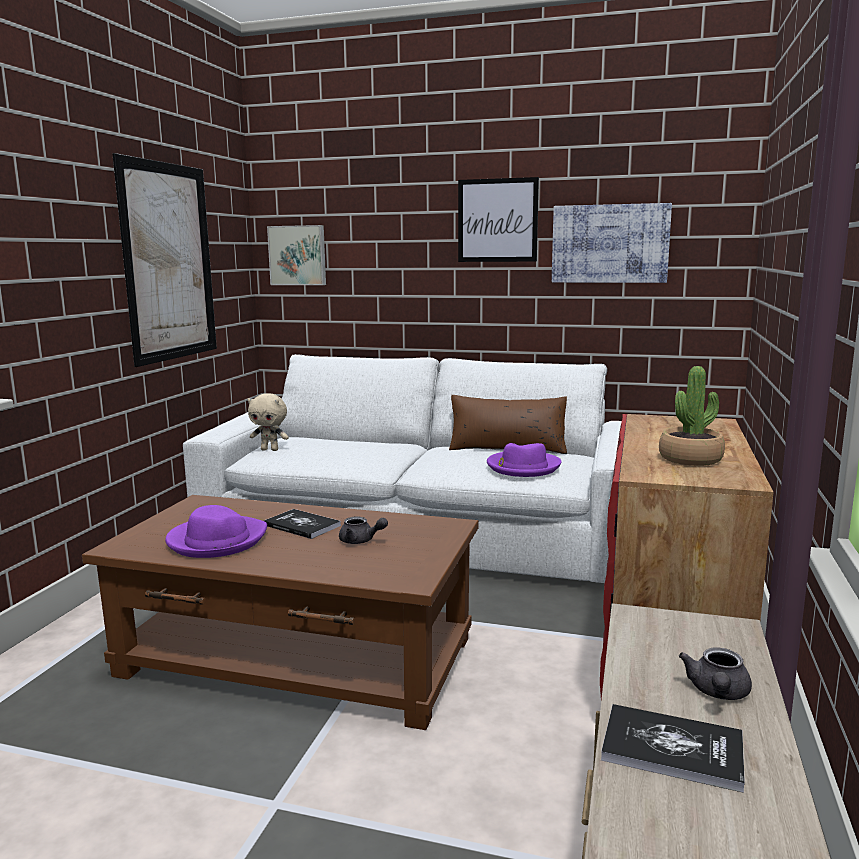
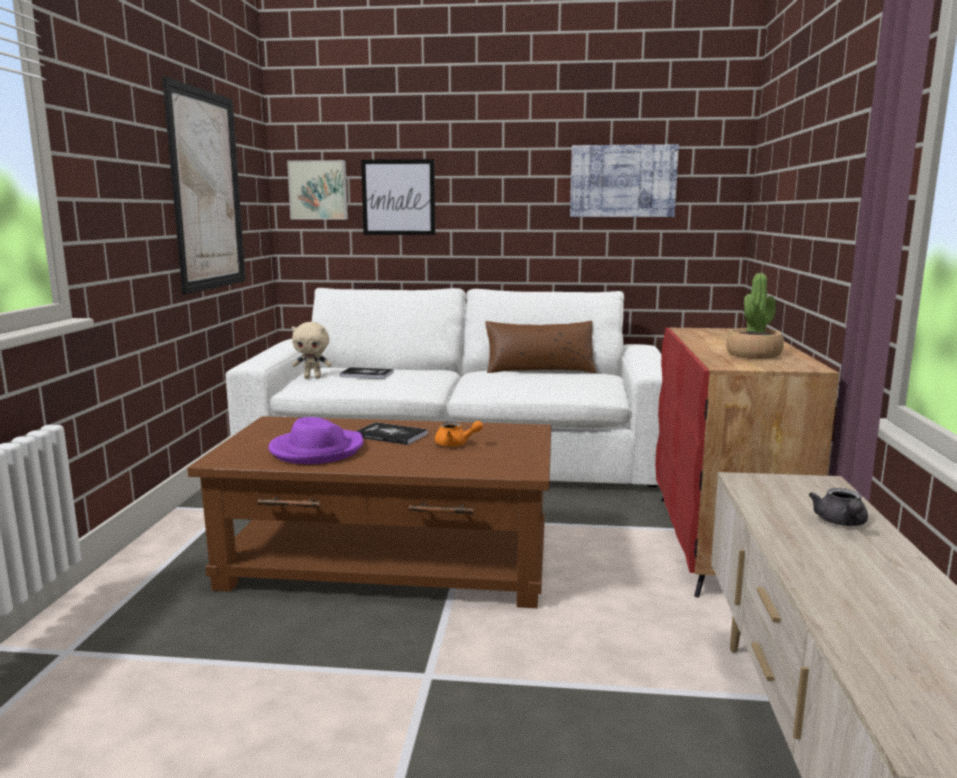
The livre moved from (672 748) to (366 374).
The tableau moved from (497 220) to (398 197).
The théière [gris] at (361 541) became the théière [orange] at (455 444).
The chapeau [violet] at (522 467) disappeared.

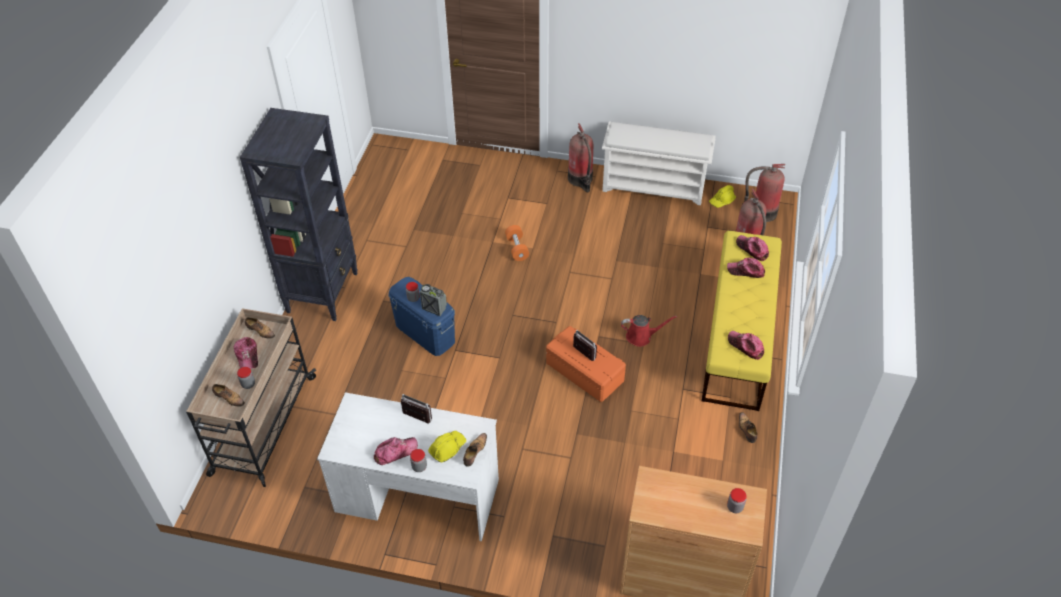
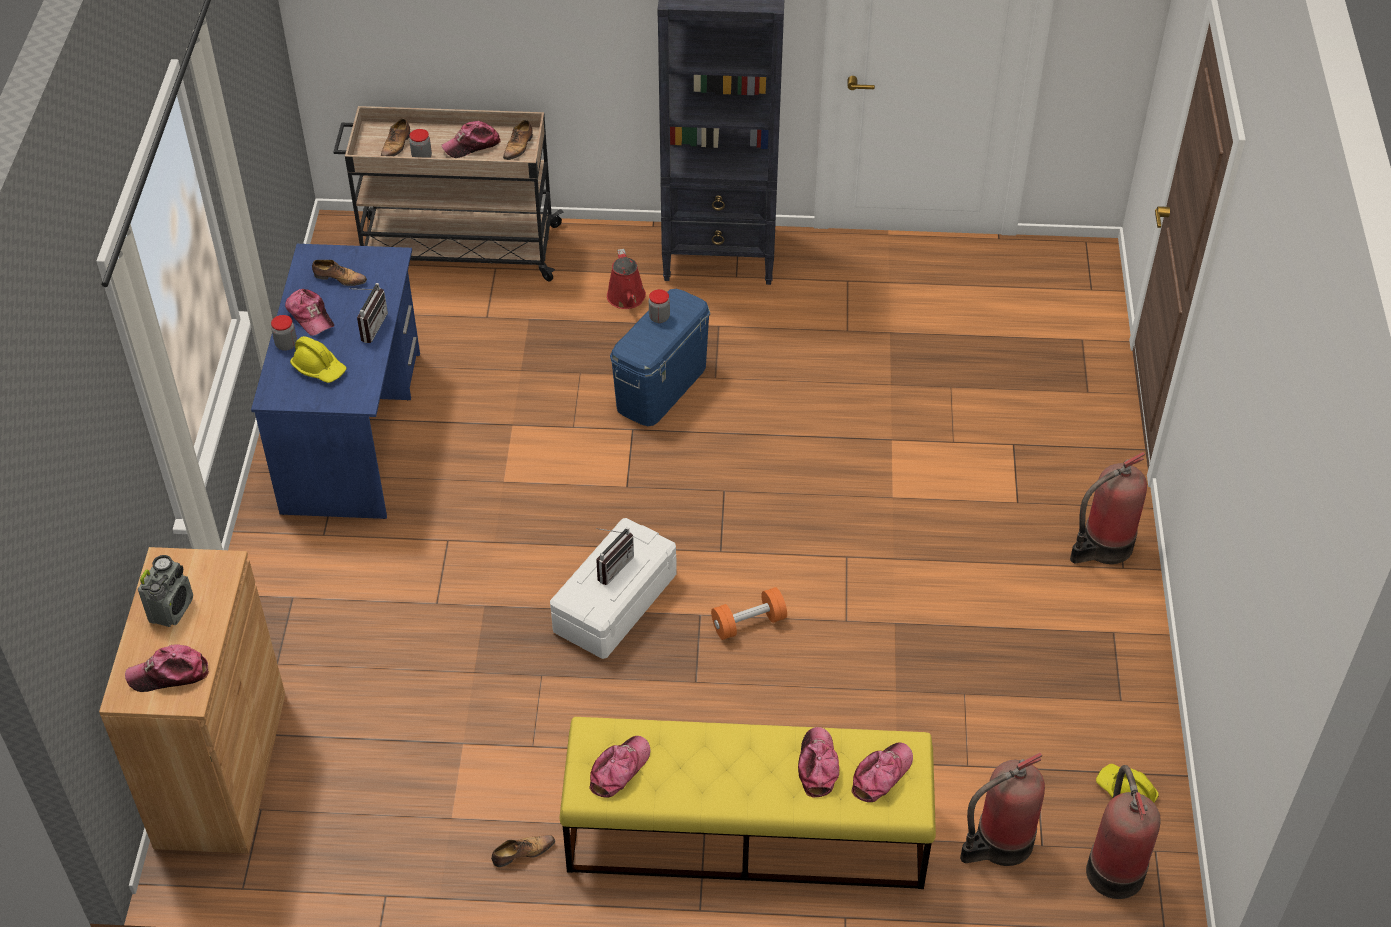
The bocal at (735 507) was replaced by the casquette at (169 674).
The radio moved from (434 308) to (172 609).
The bureau [blanc] at (417 495) became the bureau [bleu] at (353 431).
The chaussure moved from (474 452) to (339 278).
The boîte de rangement [orange] at (583 372) became the boîte de rangement [blanc] at (614 602).
The arrosoir [rouge] moved from (641 336) to (627 298).
The haltère [orange] moved from (517 248) to (748 623).
The étagère à chaussures [blanc] at (654 186) disappeared.

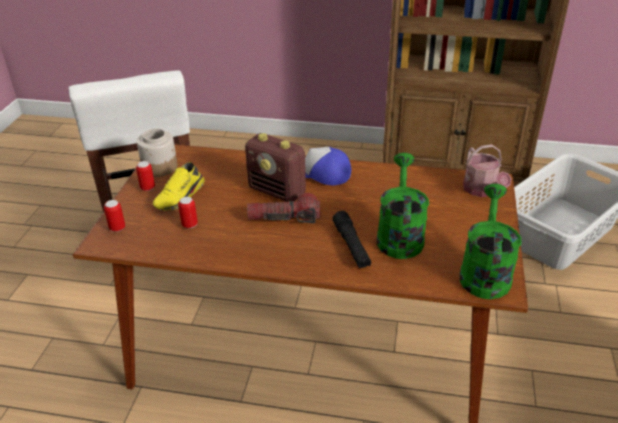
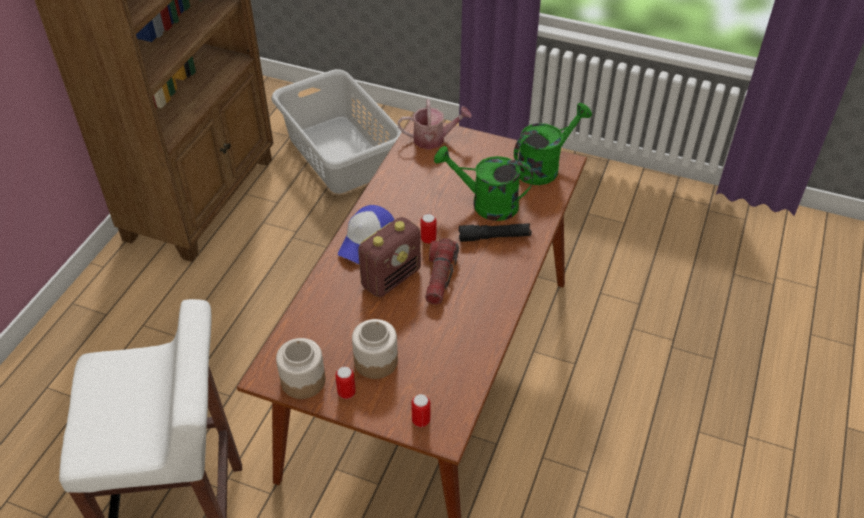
The chaussure [jaune] at (181 197) was replaced by the bocal at (376 361).
The boîte métallique moved from (189 225) to (428 239).
The arrosoir [vert] at (484 272) turned 120 degrees clockwise.

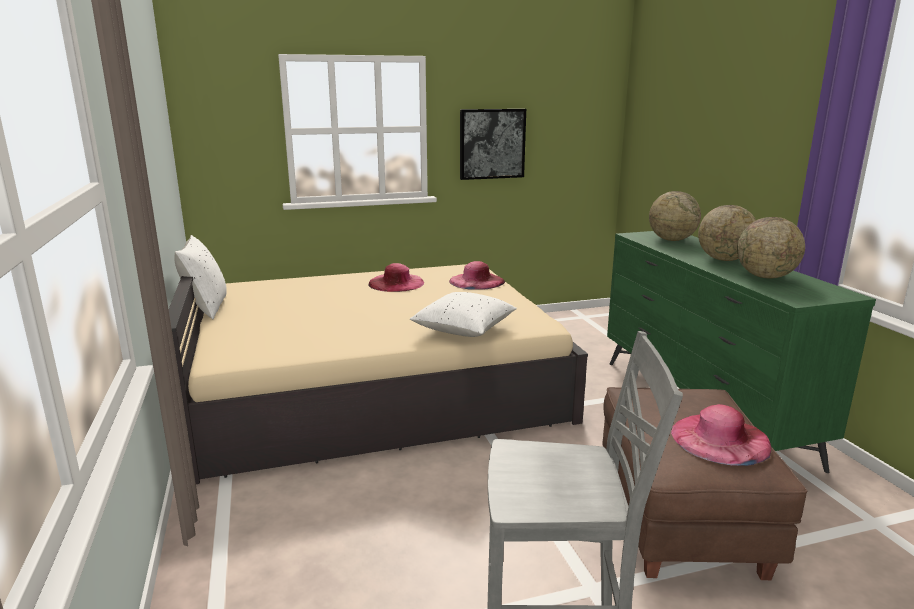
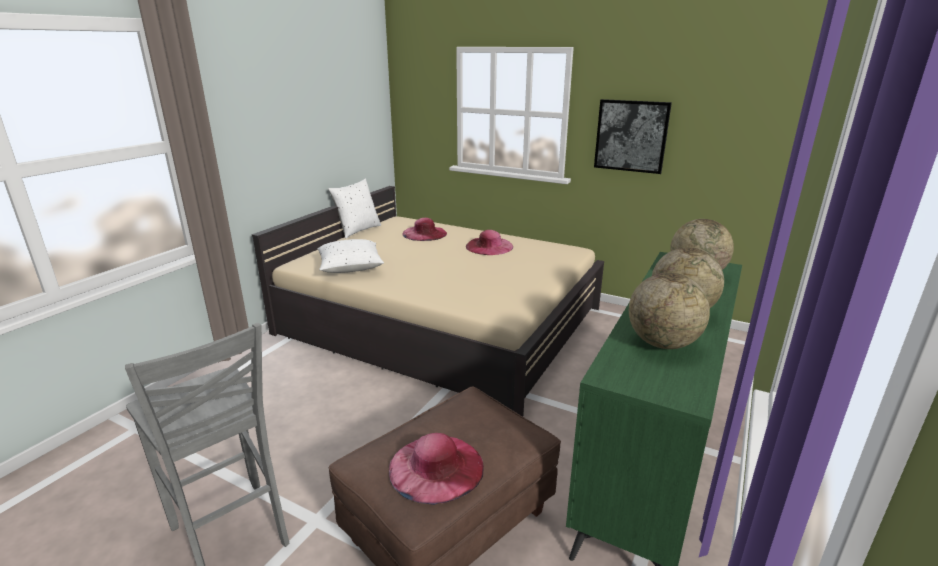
The coussin [blanc] moved from (464 330) to (350 268).
The chapeau [rose] moved from (476 281) to (424 233).

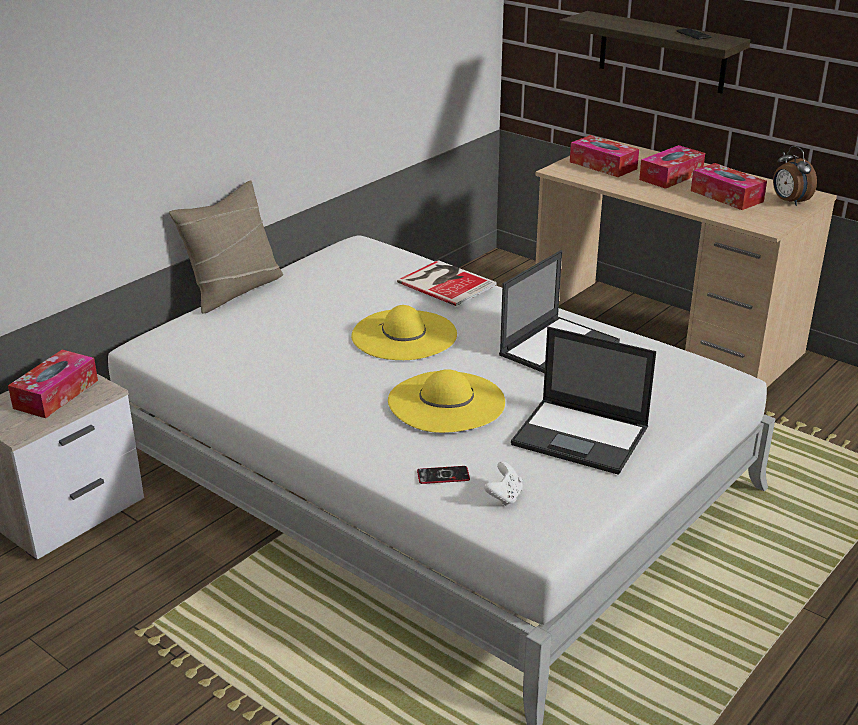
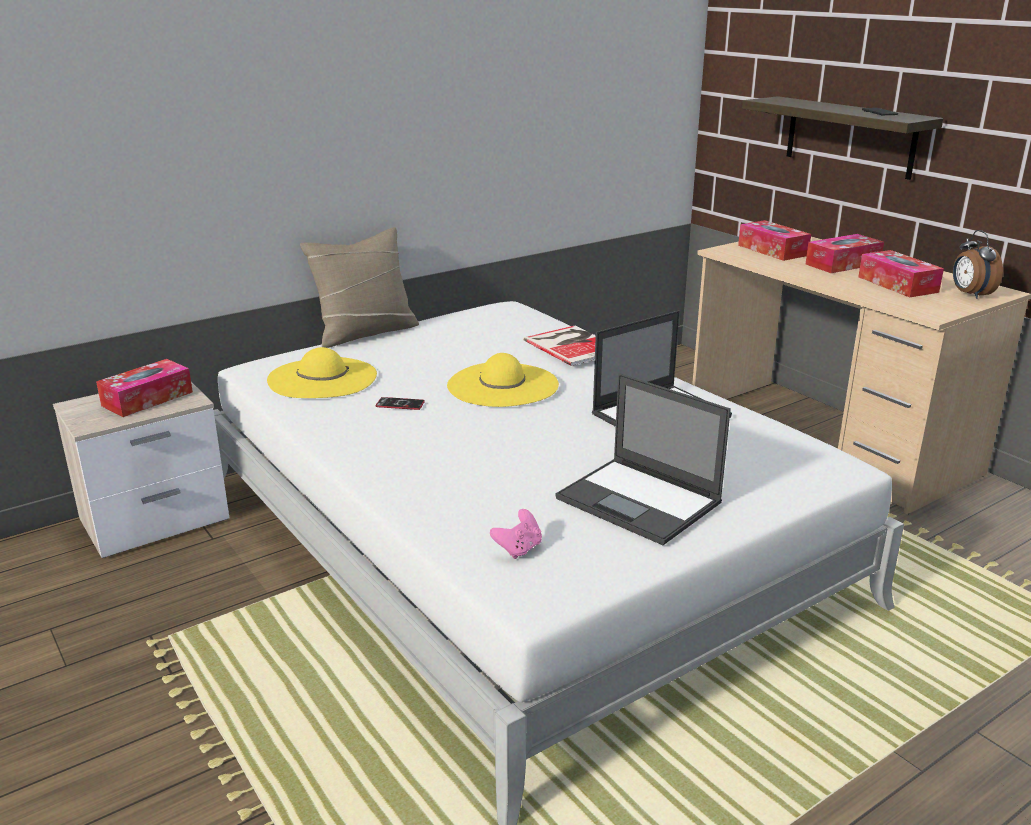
The chapeau [jaune] moved from (446 402) to (322 378).
The téléphone moved from (443 476) to (400 404).
The manette [blanc] at (504 497) became the manette [rose] at (518 549).

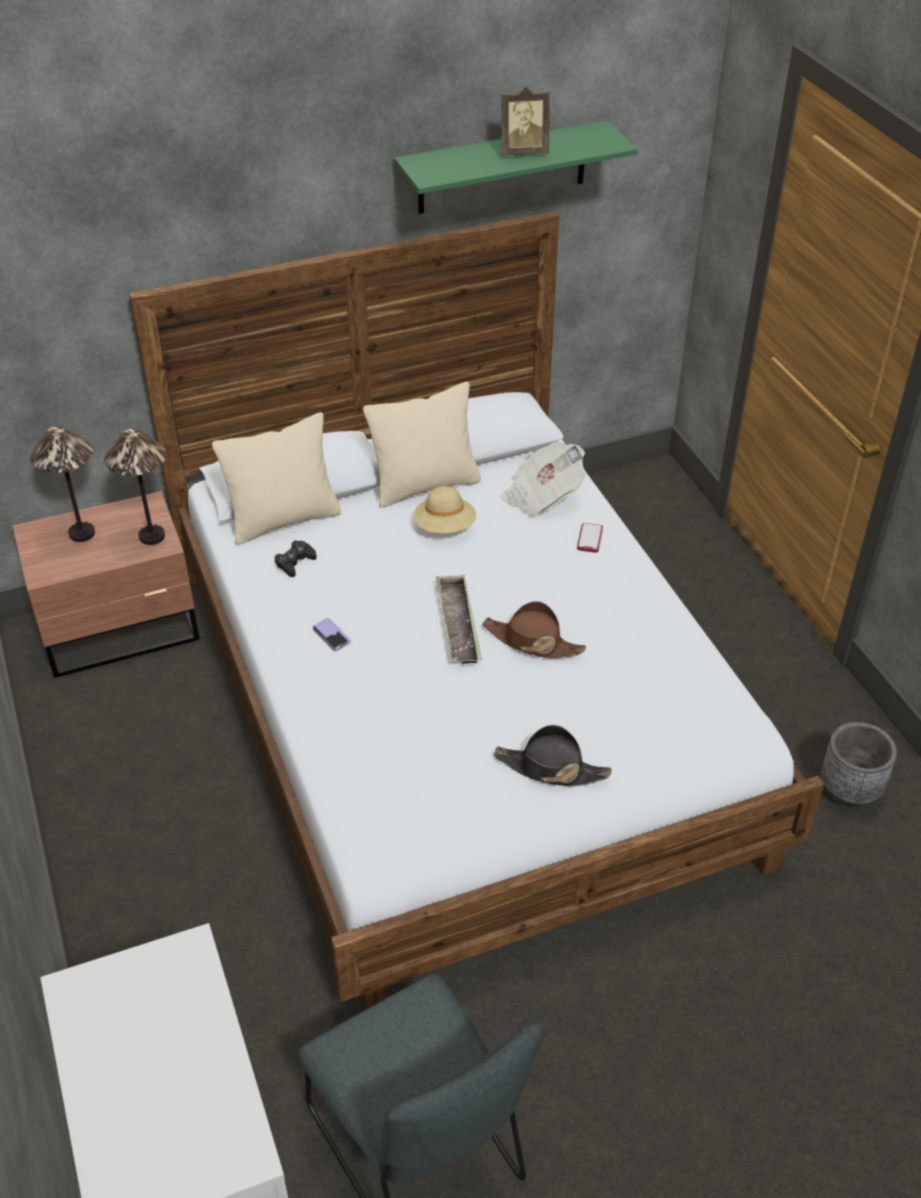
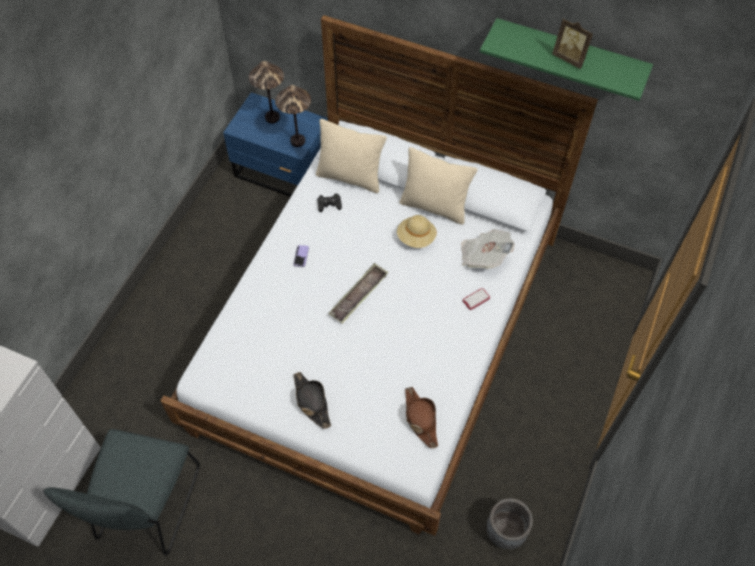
The table de chevet [marron] at (122 629) became the table de chevet [bleu] at (283 172).
The chapeau [marron] moved from (532 642) to (420 419).

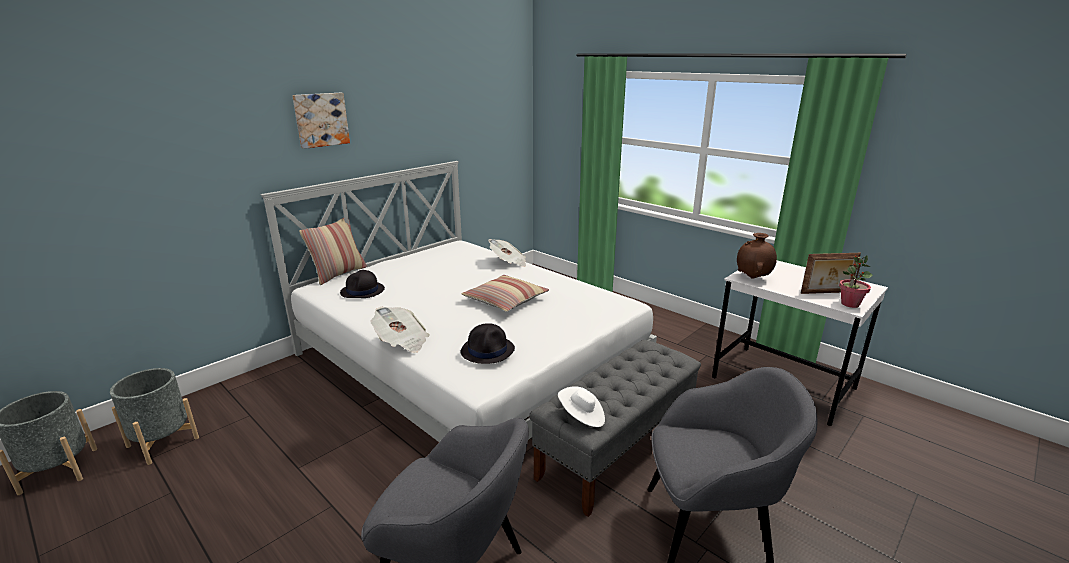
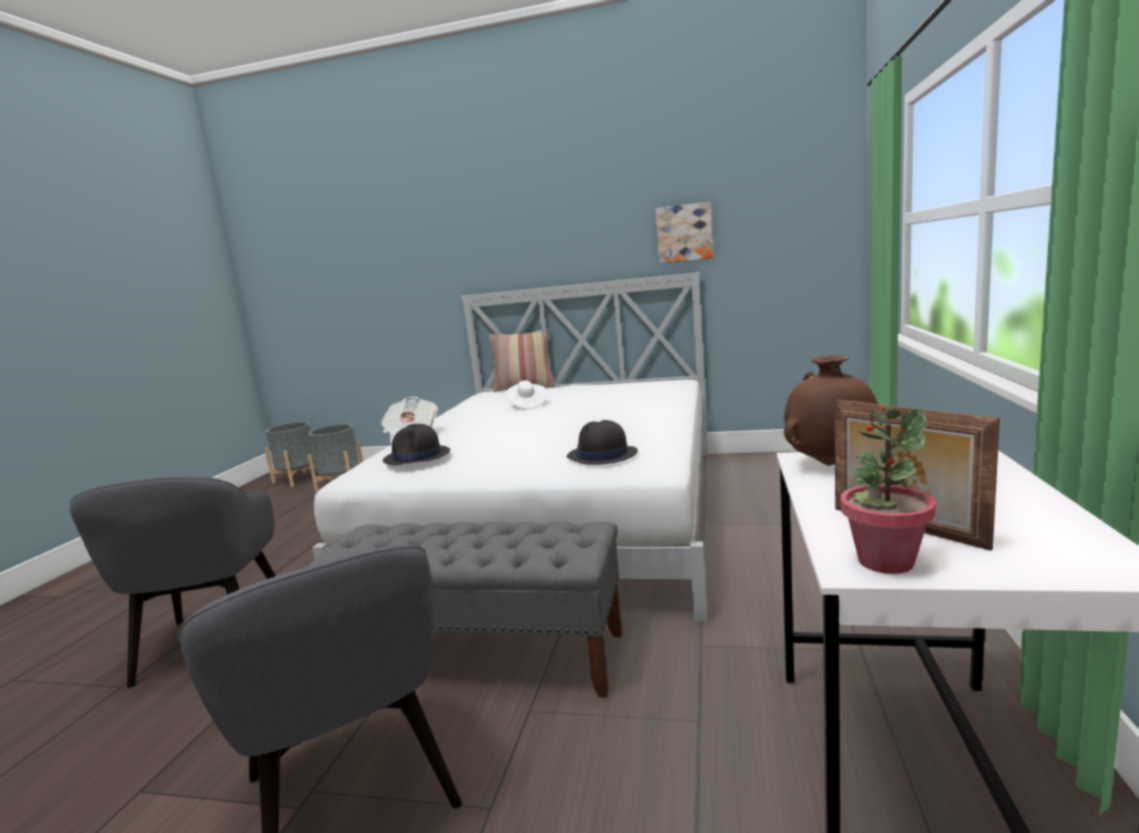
The chapeau [blanc] moved from (582 417) to (527 405).
The chapeau [noir] moved from (362 291) to (601 455).
The tableau moved from (321 119) to (684 233).
The coussin at (505 301) disappeared.
The journal at (508 263) disappeared.

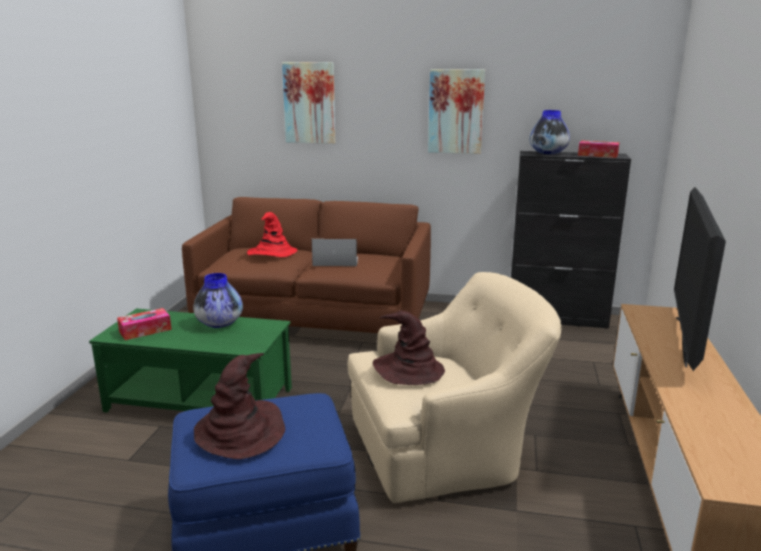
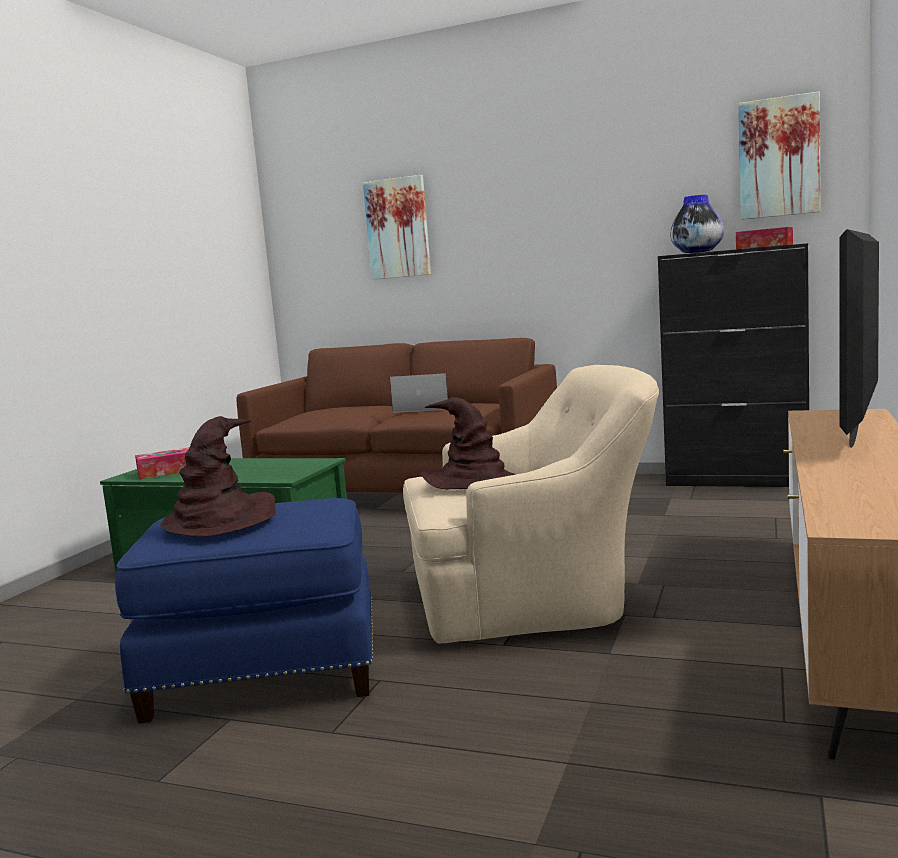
The tableau moved from (456 111) to (779 157).
The vase at (220 323) disappeared.
The chapeau [rouge] at (272 253) disappeared.

